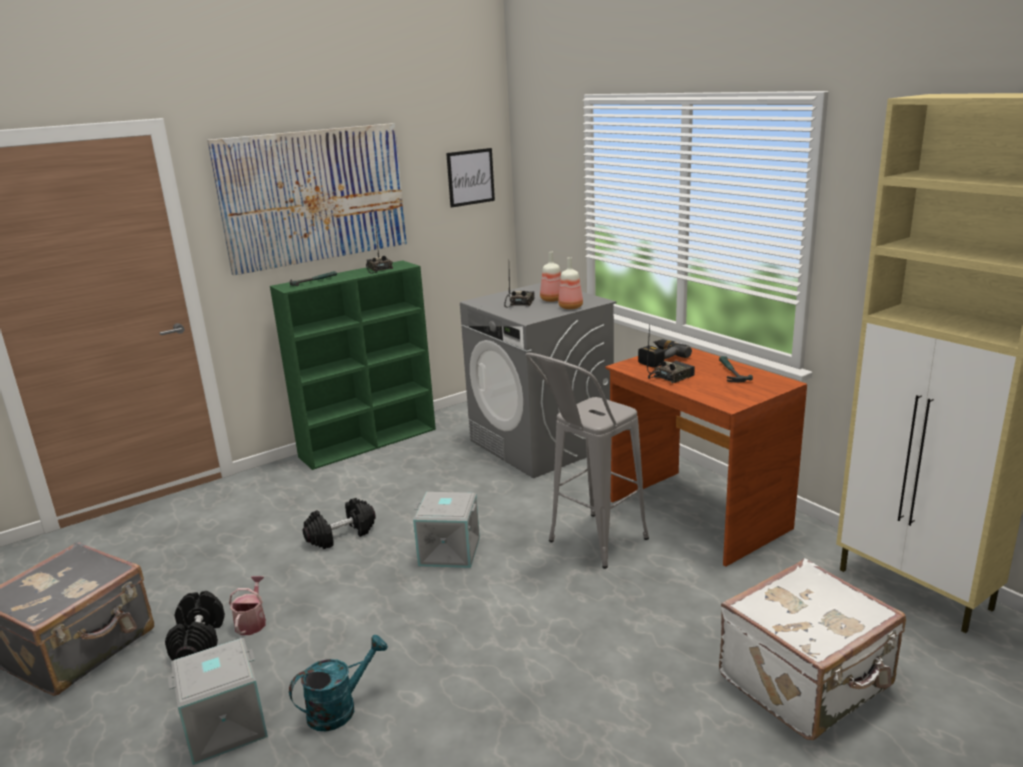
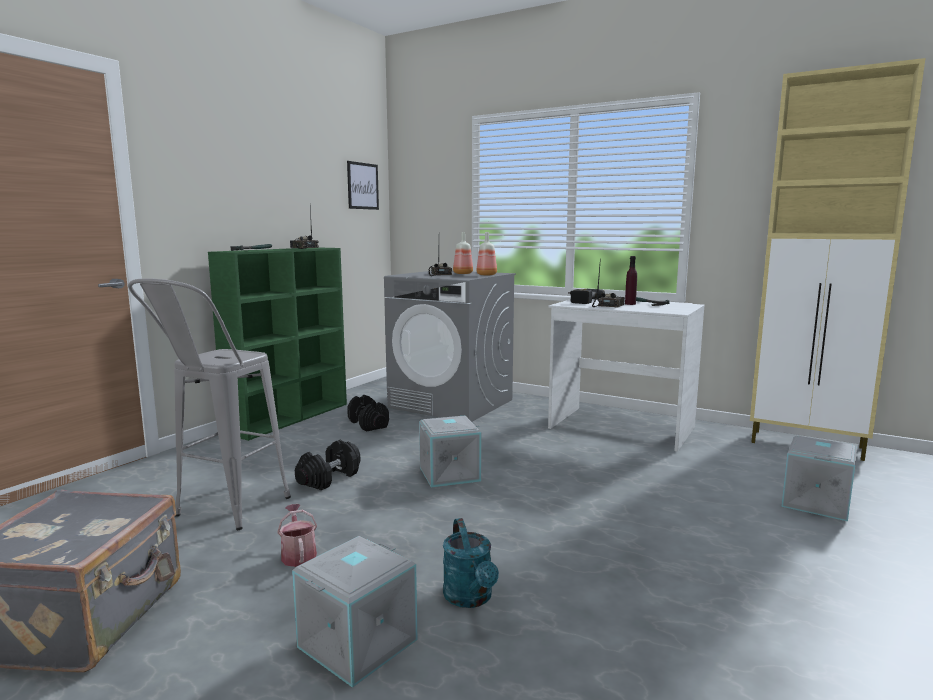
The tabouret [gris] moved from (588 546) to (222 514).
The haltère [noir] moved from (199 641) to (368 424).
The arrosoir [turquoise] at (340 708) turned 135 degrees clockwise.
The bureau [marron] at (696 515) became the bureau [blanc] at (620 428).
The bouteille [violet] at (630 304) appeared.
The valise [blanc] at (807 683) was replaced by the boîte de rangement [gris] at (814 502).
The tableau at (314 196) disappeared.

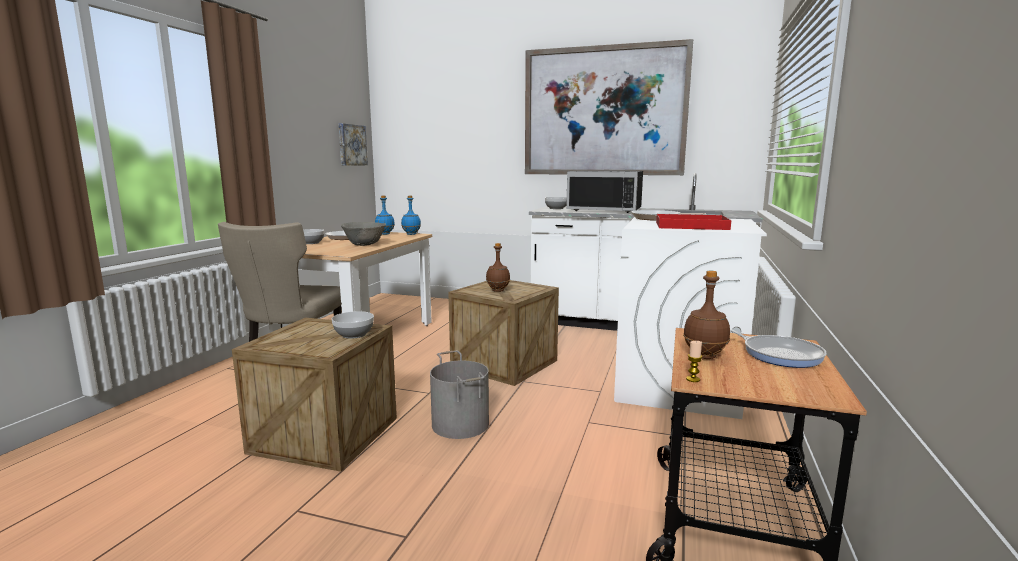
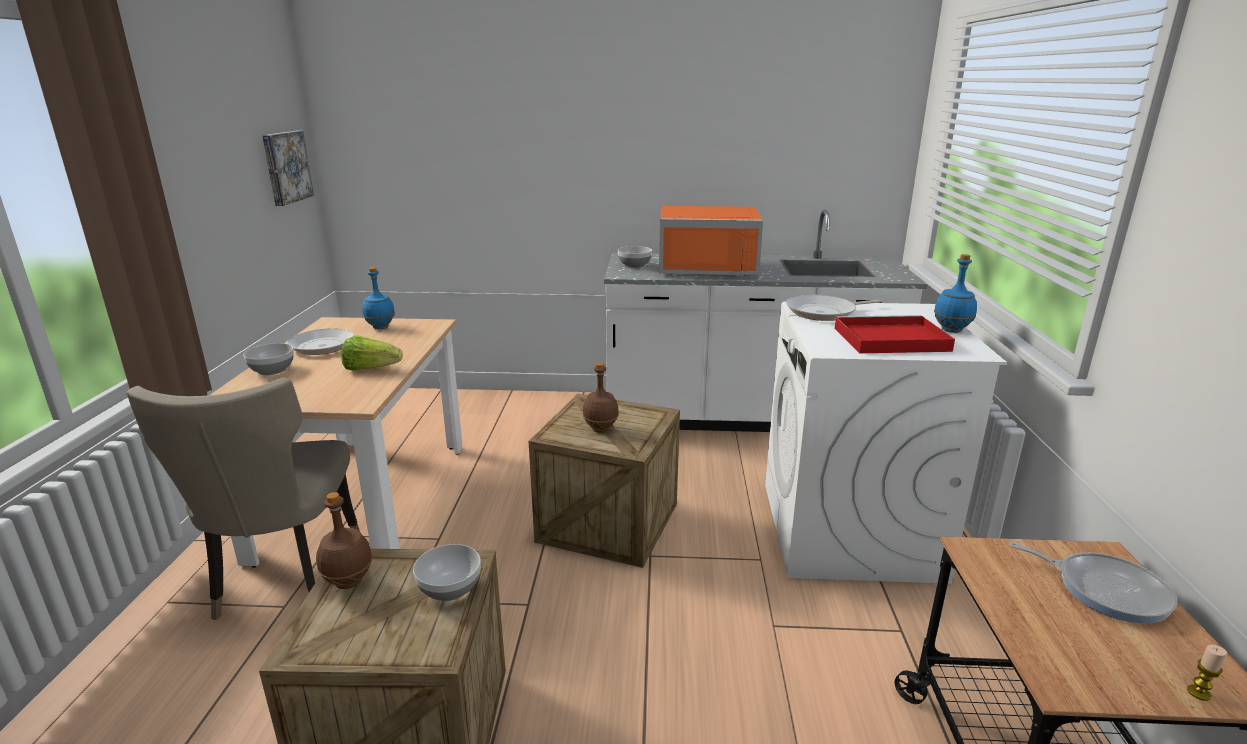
The bouteille [marron] moved from (704 356) to (348 582).
The bol [gris] at (364 245) was replaced by the laitue at (371 368).
The micro-ondes [noir] at (606 210) became the micro-ondes [orange] at (707 266).
The bouteille [bleu] moved from (411 234) to (951 330).
The bougie moved from (693 379) to (1198 693).
The seau [gris] at (459 424) disappeared.
The tableau at (604 112) disappeared.

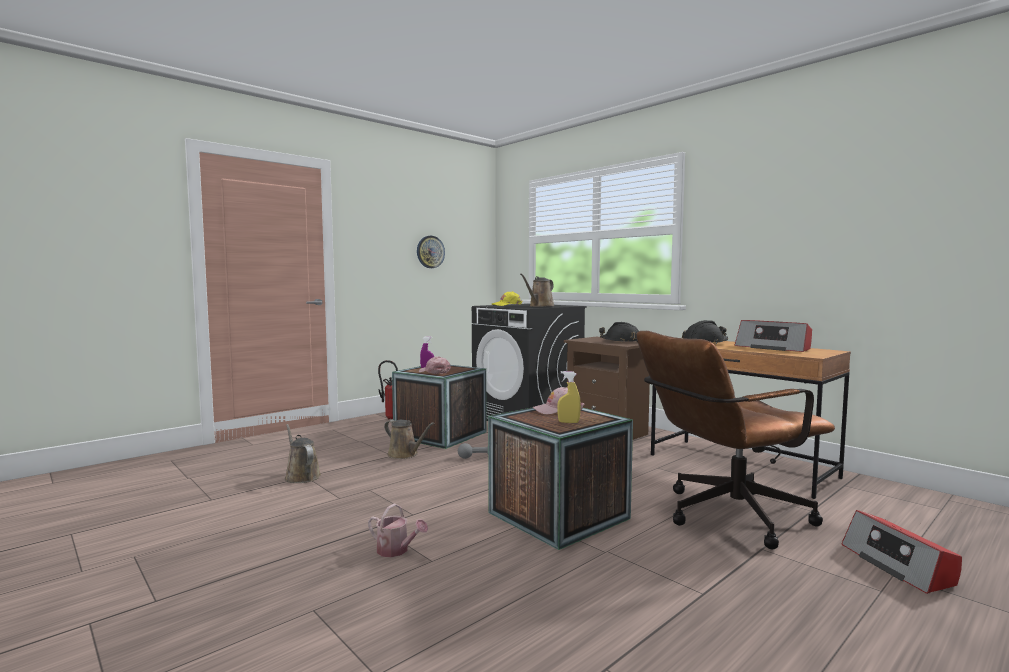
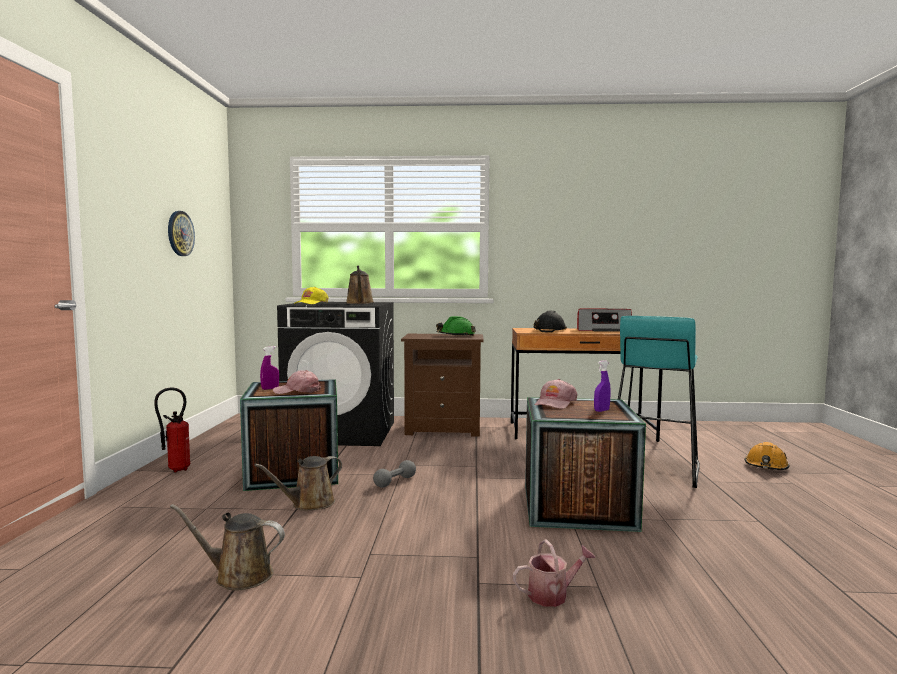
The arrosoir [marron] at (405 455) turned 150 degrees clockwise.
The casque de chantier [noir] at (620 341) became the casque de chantier [vert] at (456 336).
The vaporisateur [jaune] at (568 422) became the vaporisateur [violet] at (601 410).
The chaise de bureau [marron] at (724 517) was replaced by the tabouret [turquoise] at (653 468).
The radio at (898 565) was replaced by the casque de chantier [orange] at (766 466).

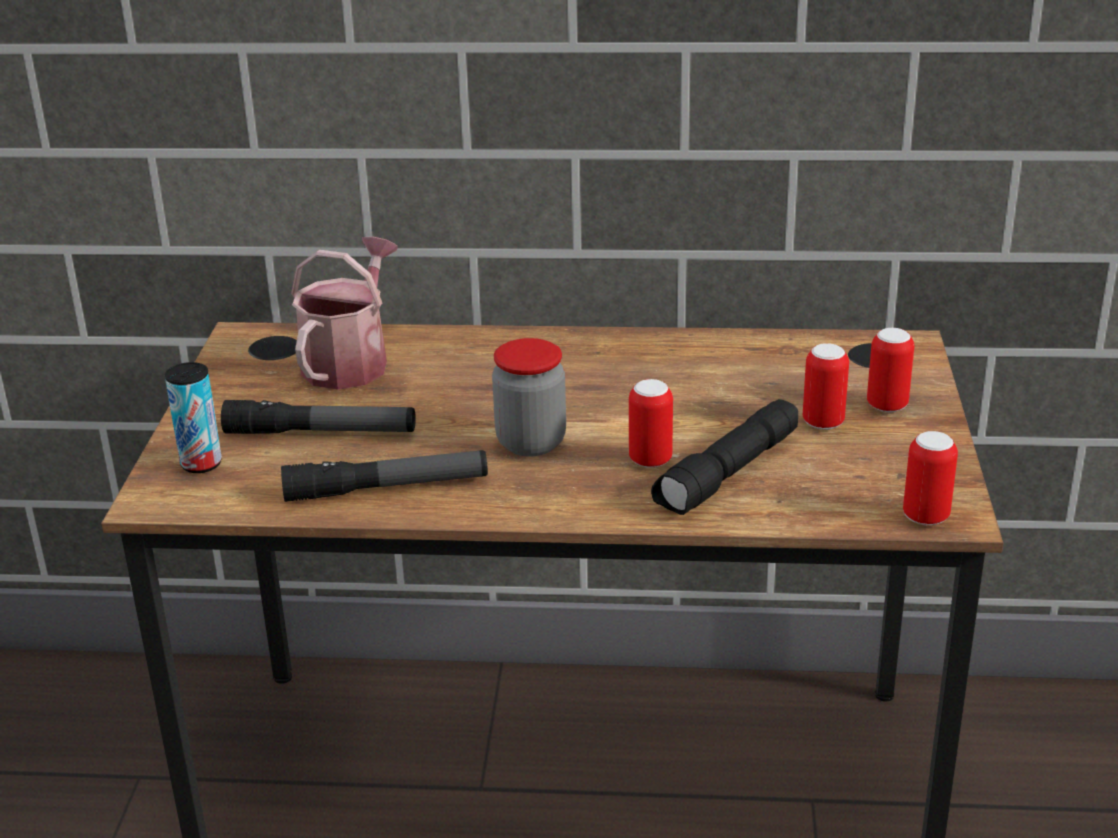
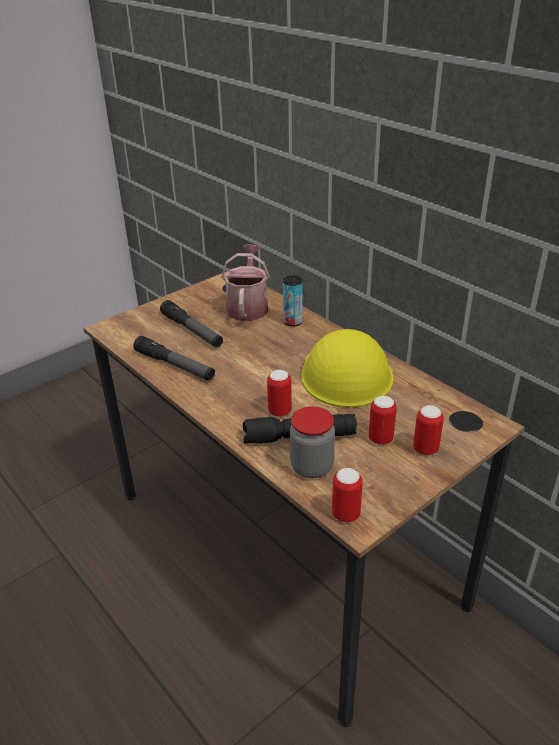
The arrosoir at (350 361) turned 60 degrees counterclockwise.
The boîte métallique moved from (201 464) to (293 322).
The bocal moved from (531 442) to (312 467).
The casque de chantier [jaune] at (346 373) appeared.

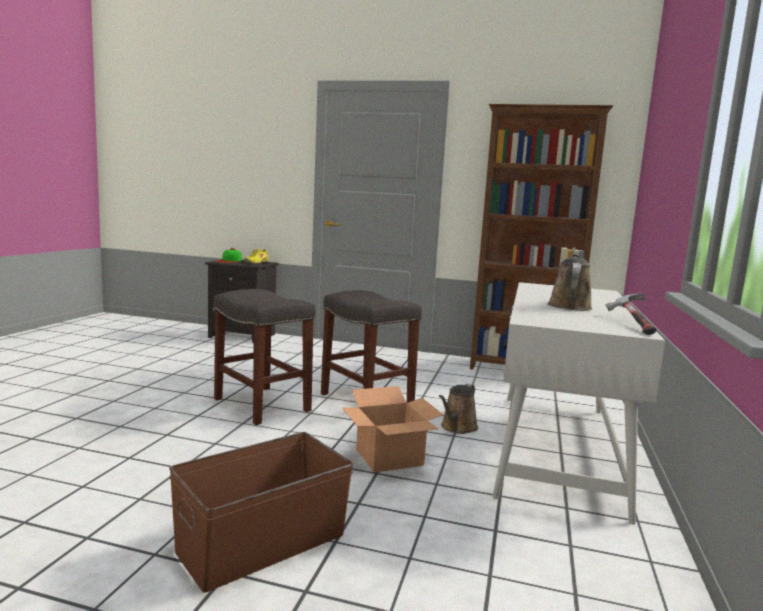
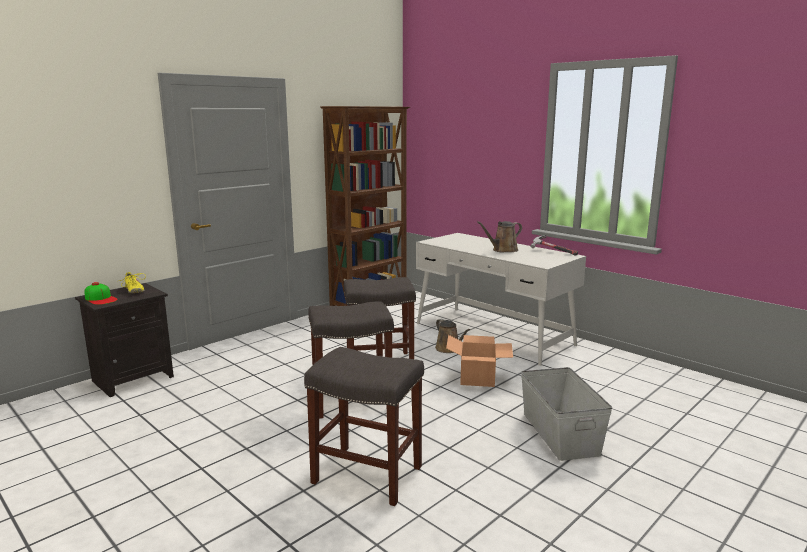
The tabouret [gris] at (369 474) appeared.
The arrosoir [marron] at (569 305) turned 75 degrees counterclockwise.
The boîte de rangement [marron] at (261 543) became the boîte de rangement [gris] at (559 433).

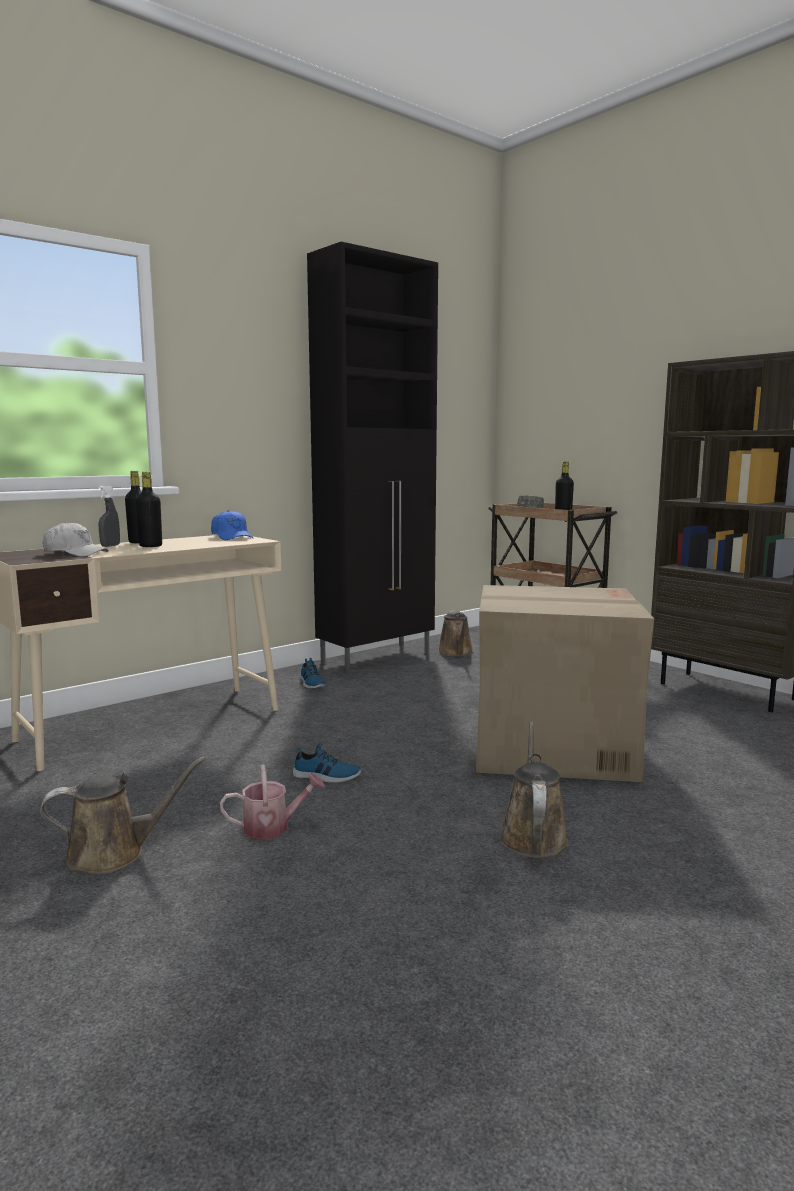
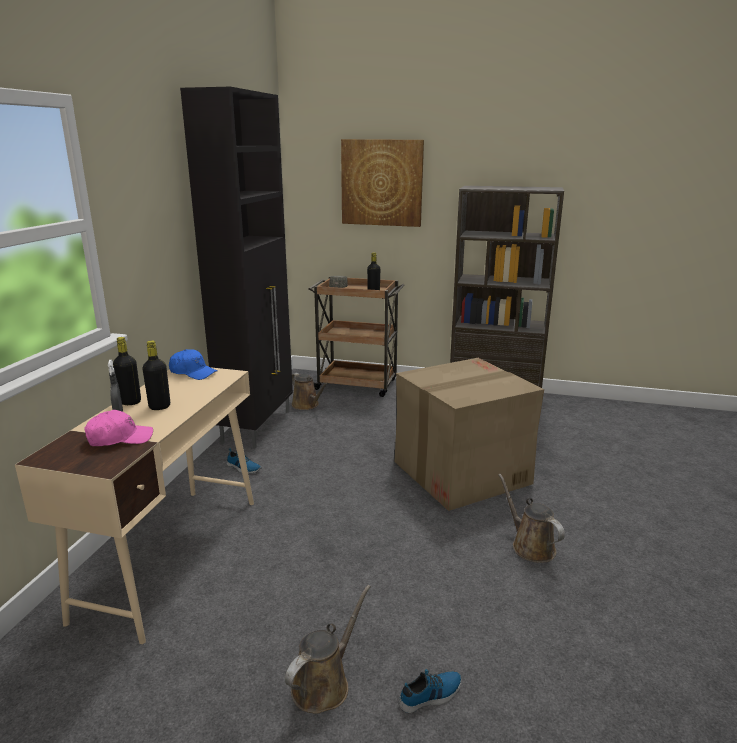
The casquette [blanc] at (75 553) became the casquette [rose] at (119 438).
The tableau at (382 183) appeared.
The chaussure moved from (326 776) to (431 695).
The arrosoir at (273 827) disappeared.

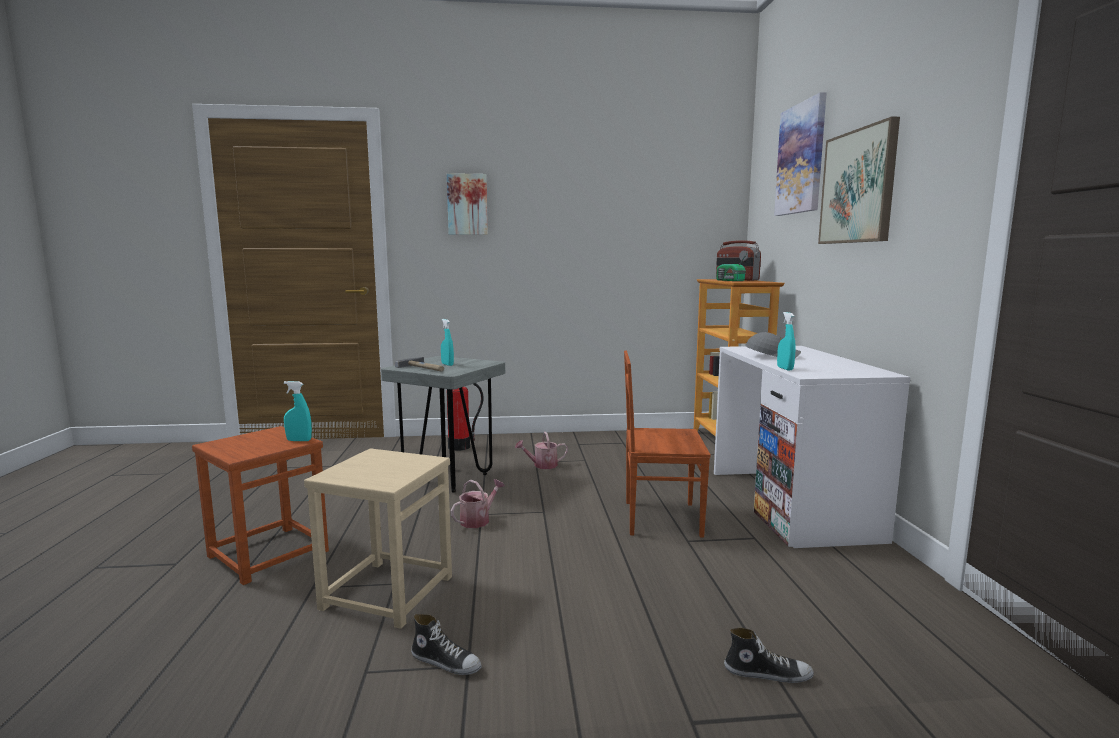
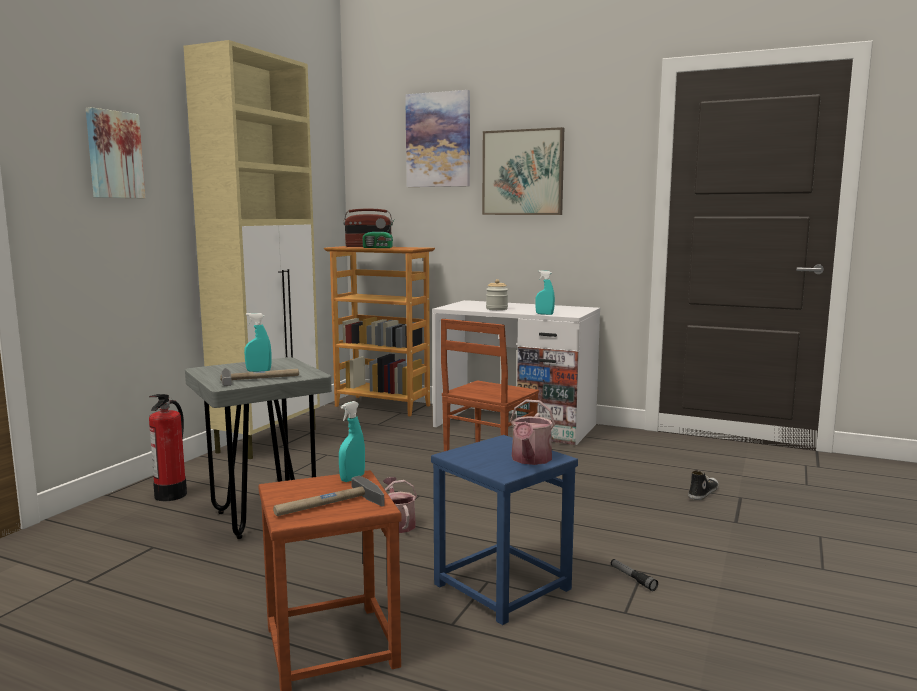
The meuble de rangement [beige] at (269 440) appeared.
The marteau at (328 506) appeared.
The tabouret [beige] at (387 592) became the tabouret [bleu] at (501 587).
The casquette [gris] at (772 356) was replaced by the bocal at (496 309).
The arrosoir moved from (542 465) to (530 460).
The chaussure at (446 662) was replaced by the lampe de poche at (632 578).

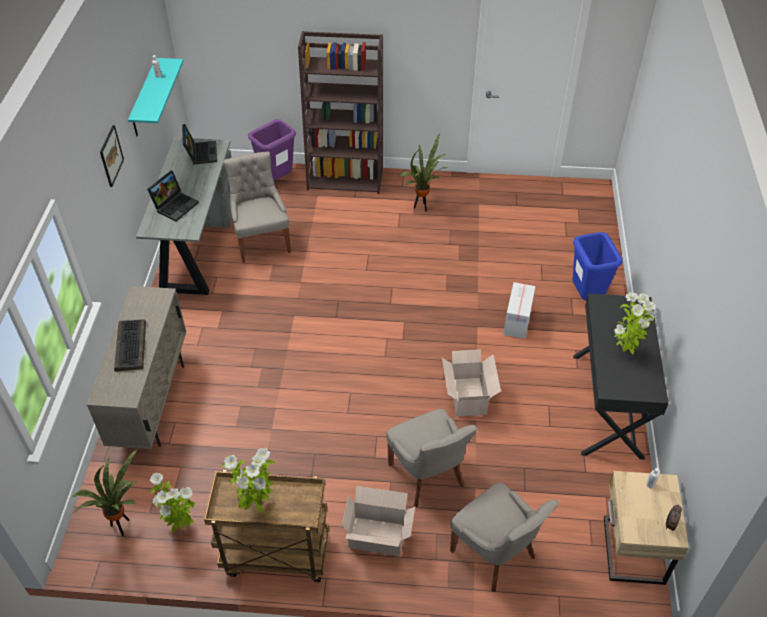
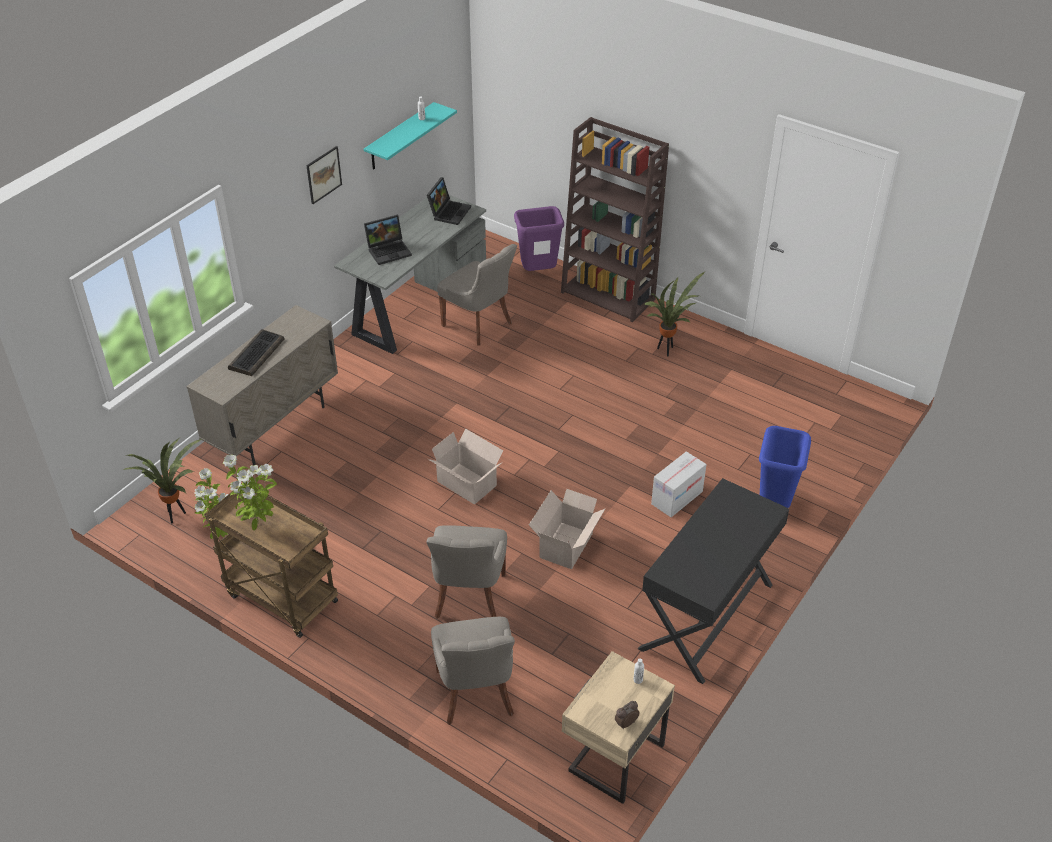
The carton moved from (378 537) to (468 484).
The chaise [gris] at (261 241) turned 120 degrees clockwise.
The plante en pot at (624 351) disappeared.

